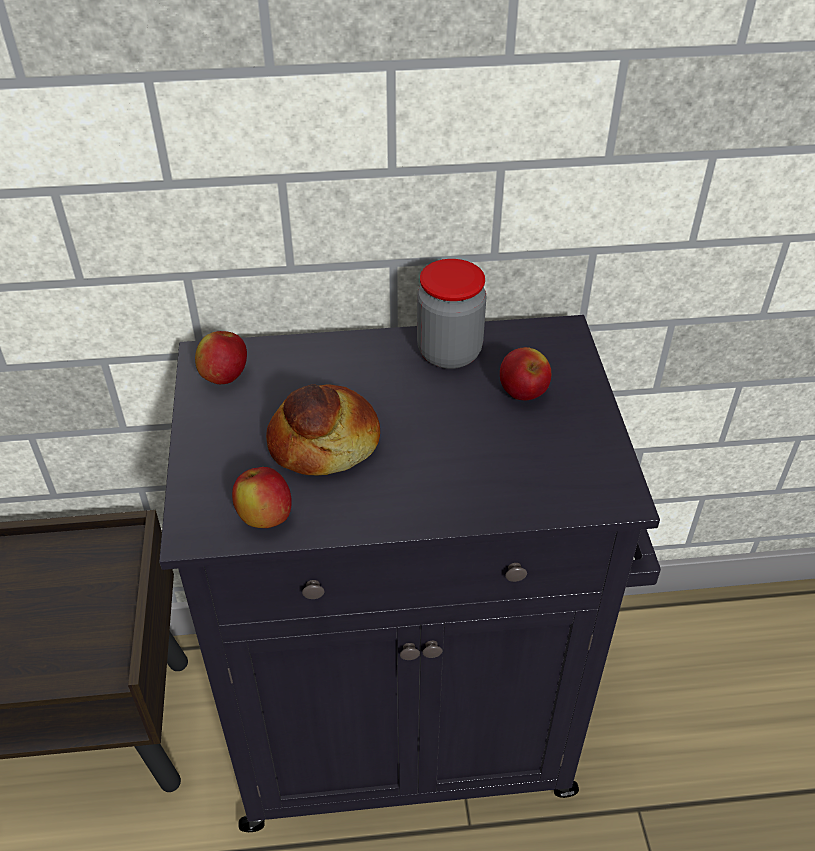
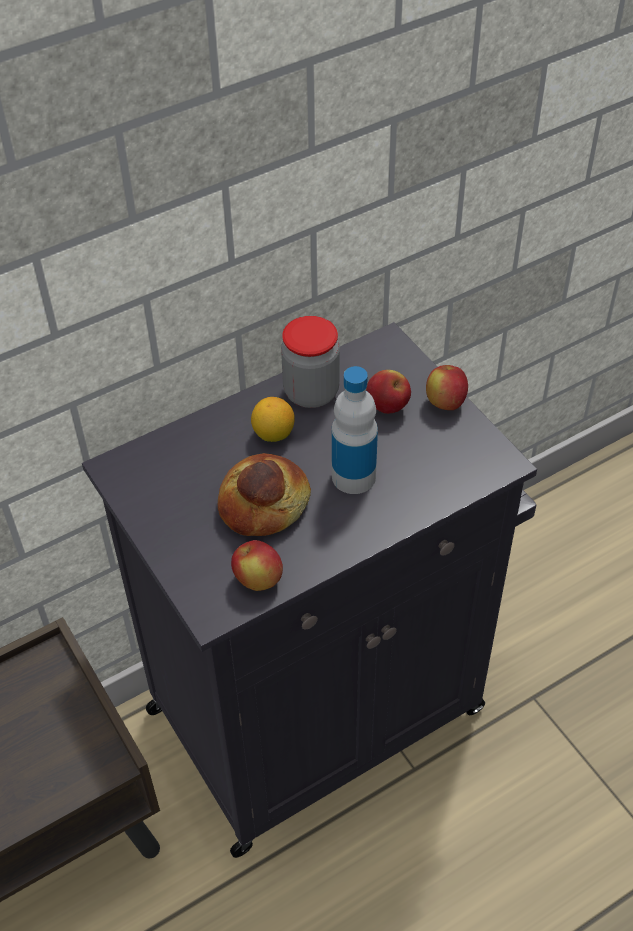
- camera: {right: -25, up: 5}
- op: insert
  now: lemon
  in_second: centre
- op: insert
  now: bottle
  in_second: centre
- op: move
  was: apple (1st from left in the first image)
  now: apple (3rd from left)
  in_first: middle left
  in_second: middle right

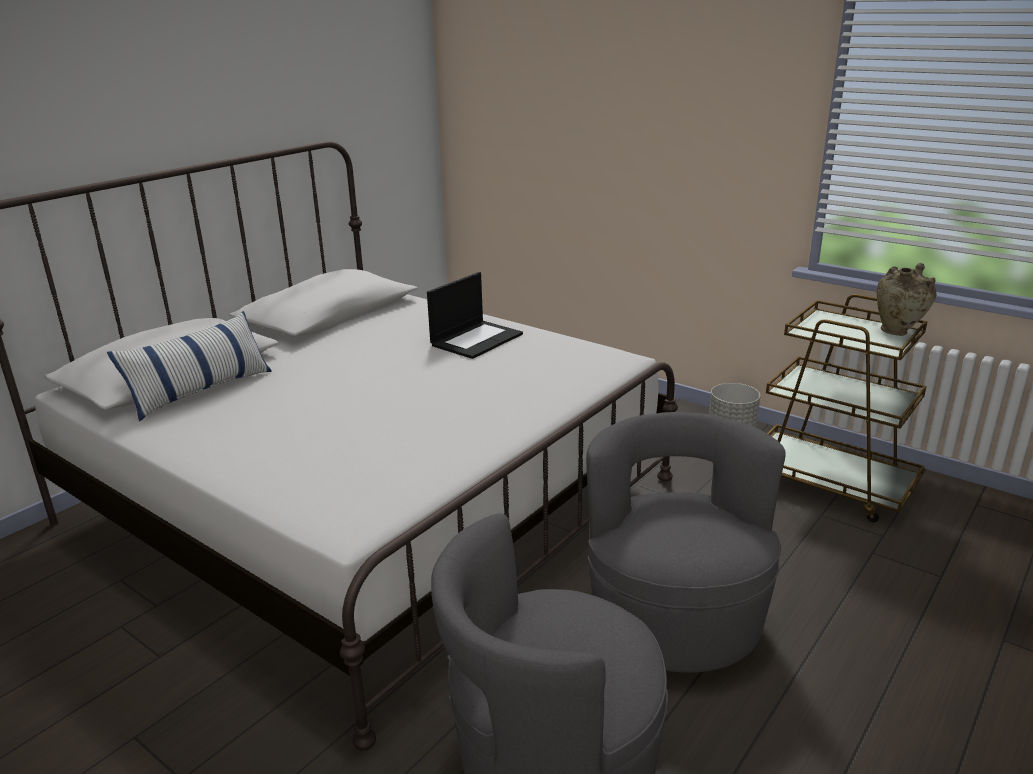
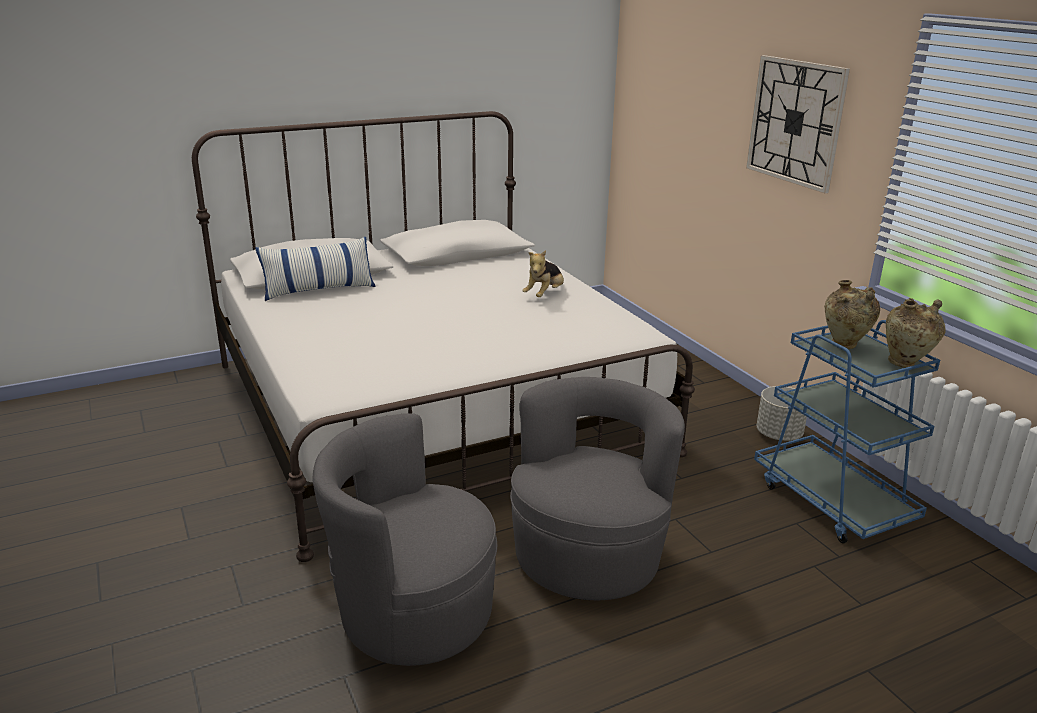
- camera: {right: 25, up: 0}
- op: replace
  was: laptop
  now: plush toy
  in_first: centre
  in_second: centre
- op: insert
  now: wall clock
  in_second: top right
- op: recolor
  was: cart (brown)
  now: cart (blue)
  in_first: middle right
  in_second: middle right
- op: insert
  now: vase (beige) (1st from left)
  in_second: middle right

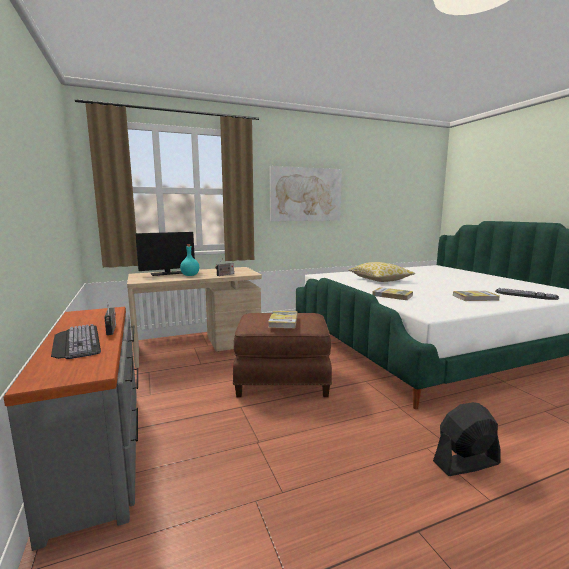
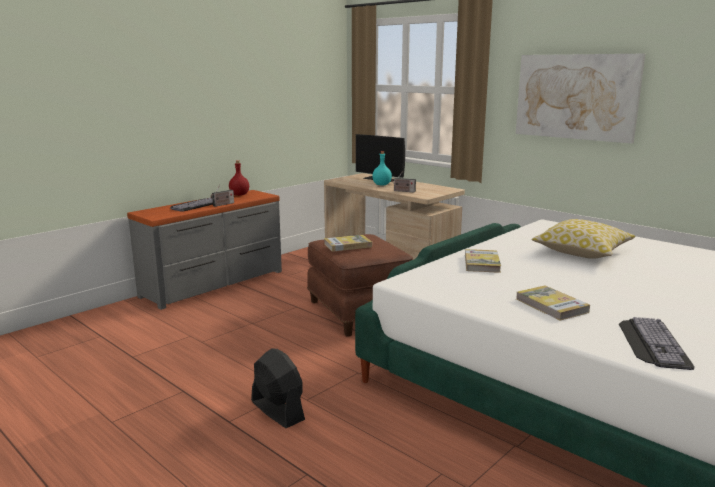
- camera: {right: 65, up: 5}
- op: insert
  now: bottle (red)
  in_second: centre

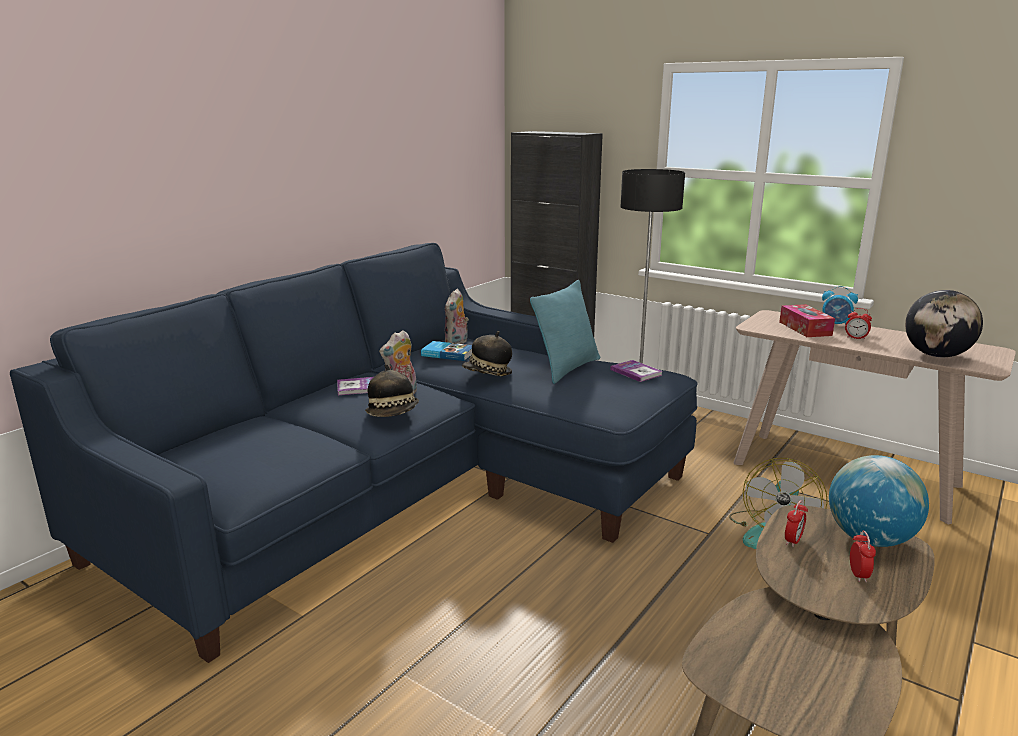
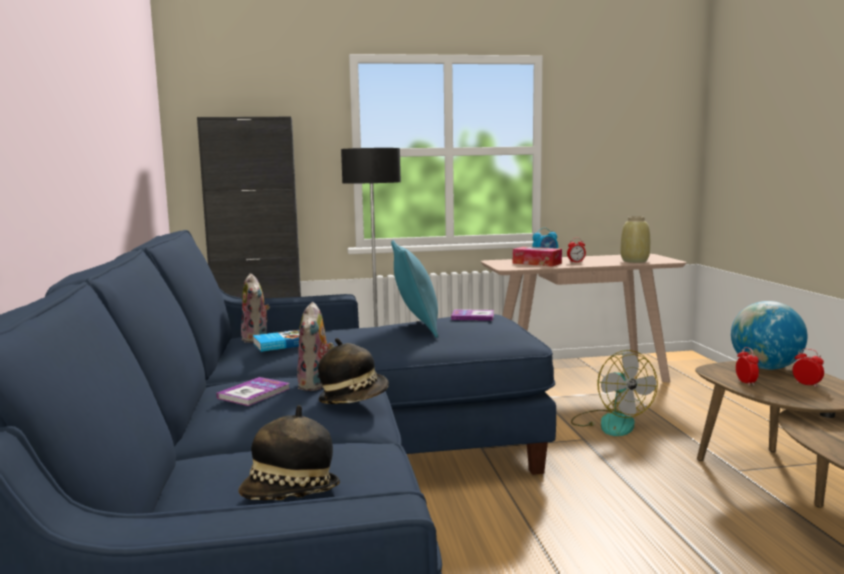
- camera: {right: -45, up: -10}
- op: move
  was: hat (2nd from left in the first image)
  now: hat (1st from left)
  in_first: centre
  in_second: bottom centre
- op: replace
  was: globe (2nd from left)
  now: vase (beige)
  in_first: middle right
  in_second: middle right

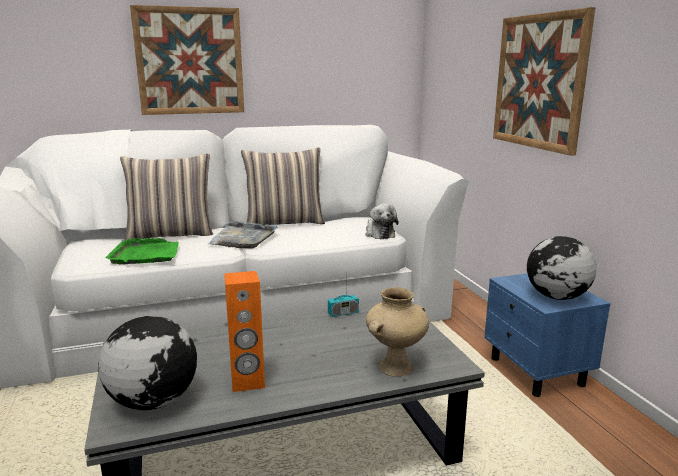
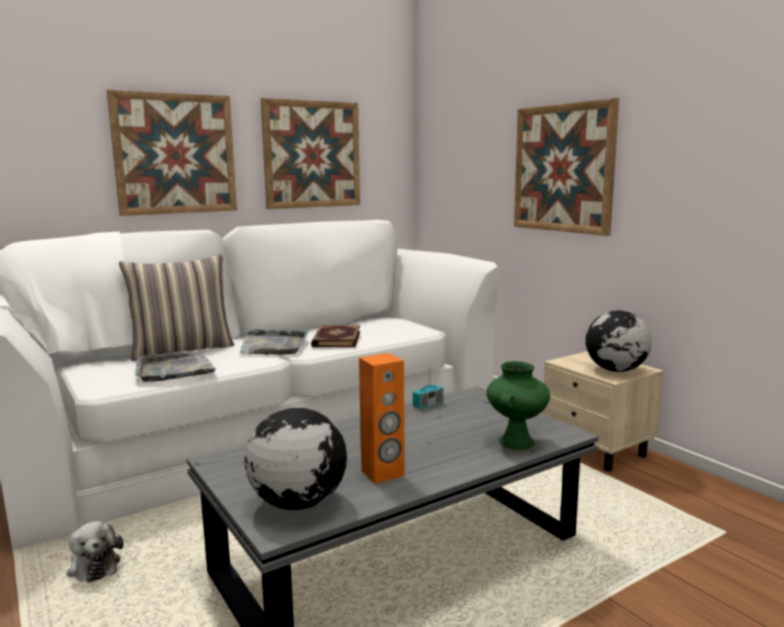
- camera: {right: -15, up: -5}
- op: move
  was: plush toy
  in_first: centre
  in_second: bottom left
- op: recolor
  was: tray (green)
  now: tray (grey) (1st from left)
  in_first: middle left
  in_second: middle left
- op: insert
  now: picture (2nd from left)
  in_second: top centre
- op: insert
  now: book
  in_second: centre
- op: recolor
  was: vase (beige)
  now: vase (green)
  in_first: bottom centre
  in_second: centre
- op: recolor
  was: nightstand (blue)
  now: nightstand (beige)
  in_first: bottom right
  in_second: middle right
- op: delete
  was: pillow (2nd from left)
  in_first: centre

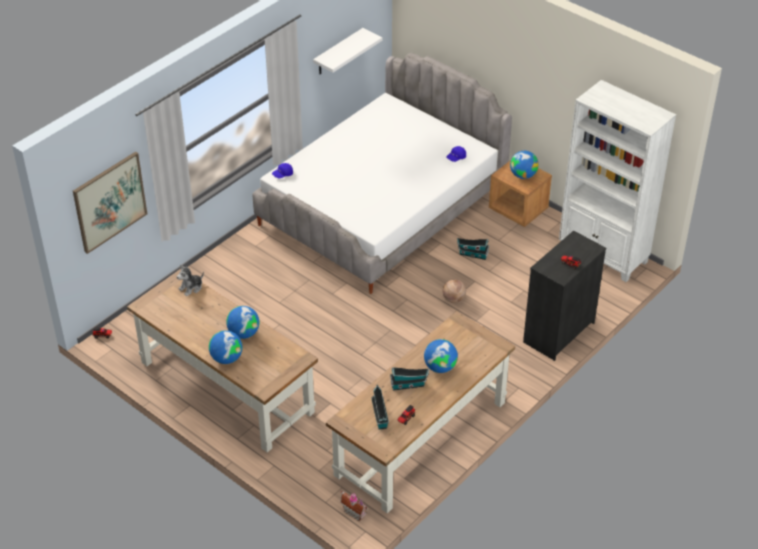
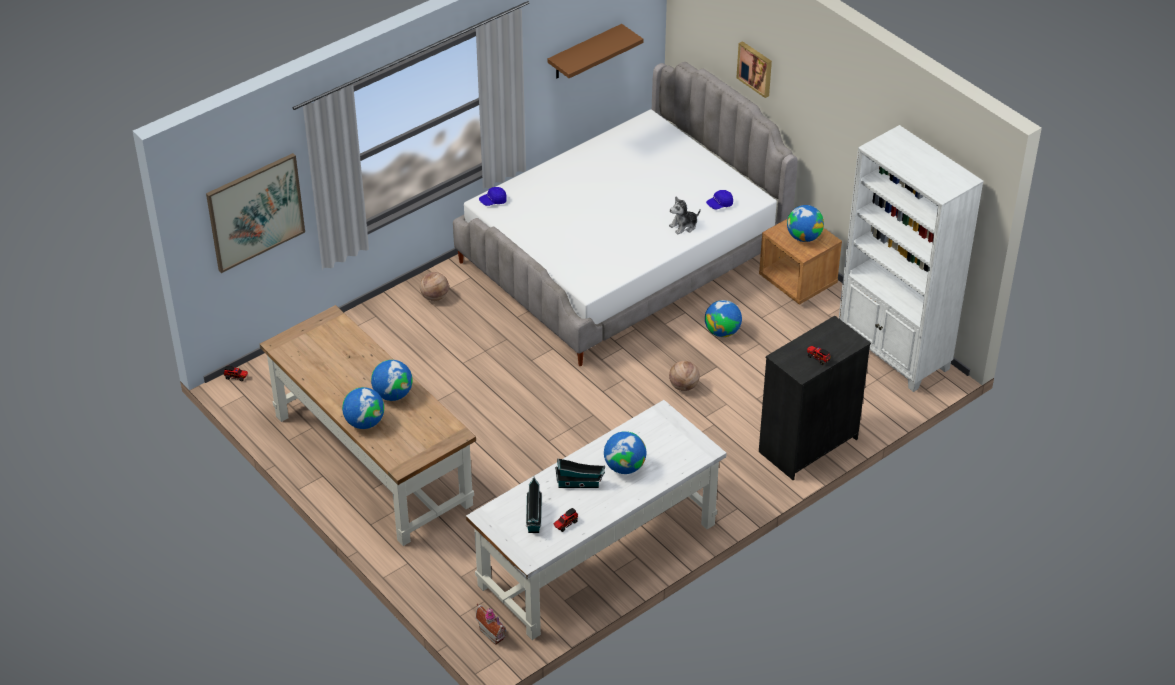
- camera: {right: 10, up: 0}
- op: insert
  now: basketball (1st from left)
  in_second: centre
- op: recolor
  was: desk (brown) (2nd from left)
  now: desk (white)
  in_first: bottom centre
  in_second: bottom centre
- op: recolor
  was: shelf (white)
  now: shelf (brown)
  in_first: top centre
  in_second: top centre
- op: move
  was: plush toy
  in_first: middle left
  in_second: top centre
- op: replace
  was: toy house (4th from left)
  now: globe (4th from left)
  in_first: centre
  in_second: centre
- op: insert
  now: picture (2nd from left)
  in_second: top centre

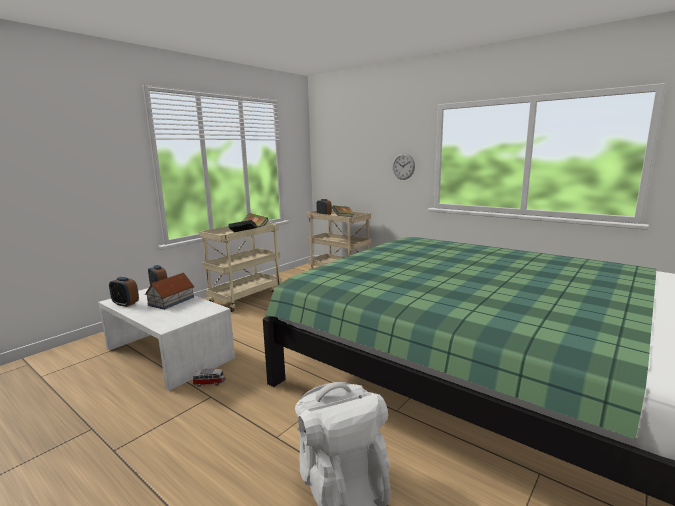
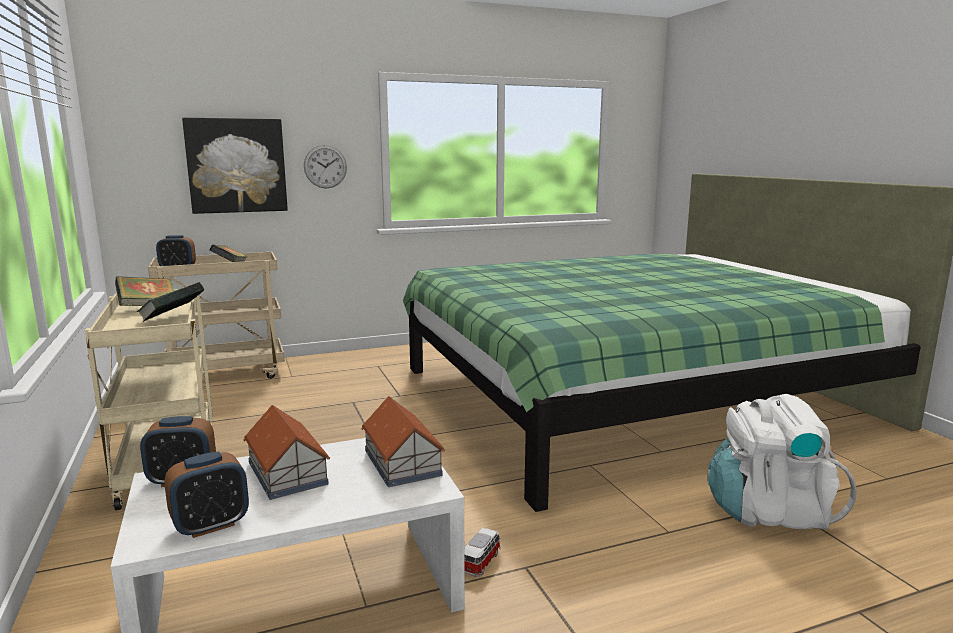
- camera: {right: -60, up: 0}
- op: insert
  now: picture
  in_second: top left
- op: insert
  now: toy house (2nd from left)
  in_second: bottom centre

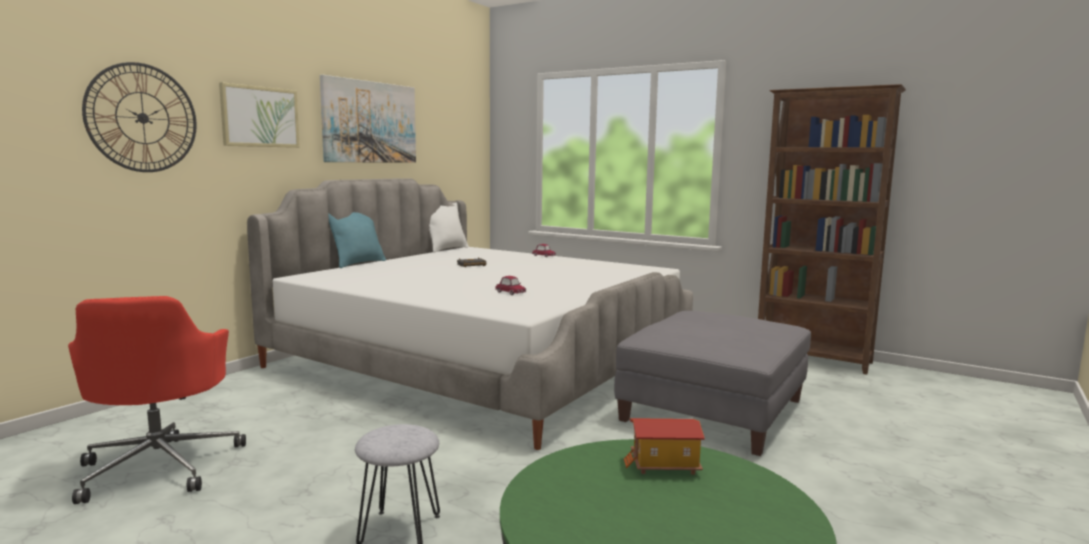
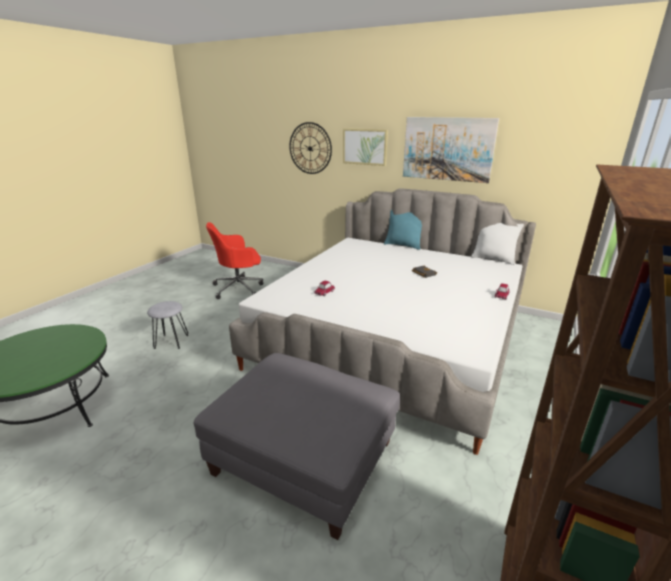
- camera: {right: 85, up: 15}
- op: delete
  was: toy house
  in_first: bottom centre

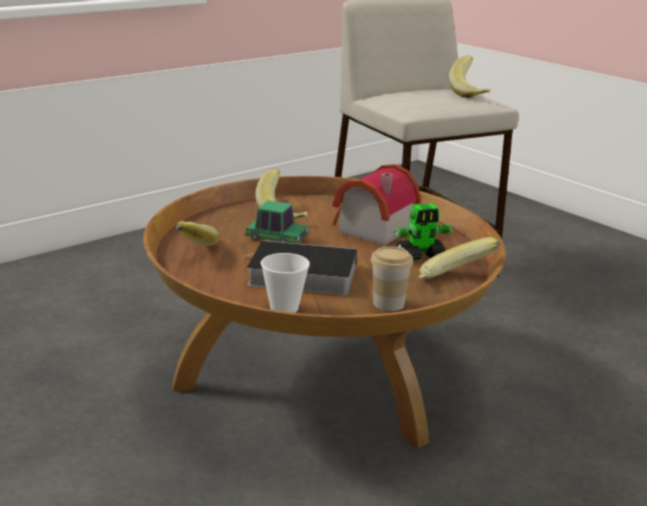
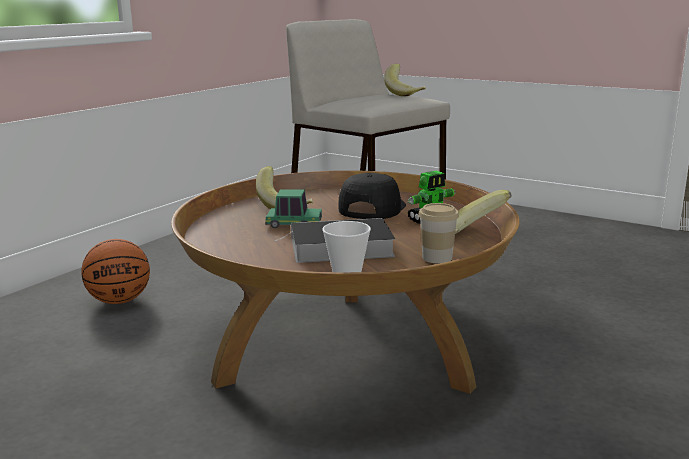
- camera: {right: -15, up: -5}
- op: insert
  now: basketball
  in_second: middle left
- op: replace
  was: toy house
  now: cap (black)
  in_first: centre
  in_second: centre
- op: delete
  was: banana (1st from left)
  in_first: middle left

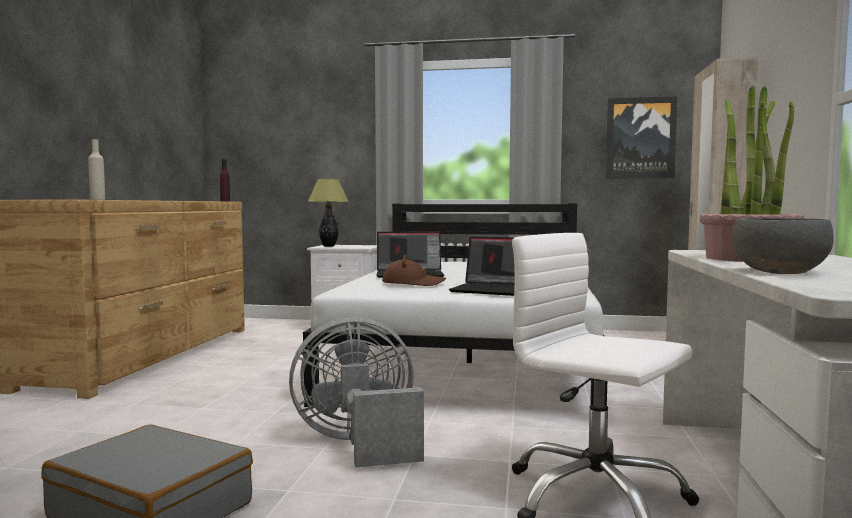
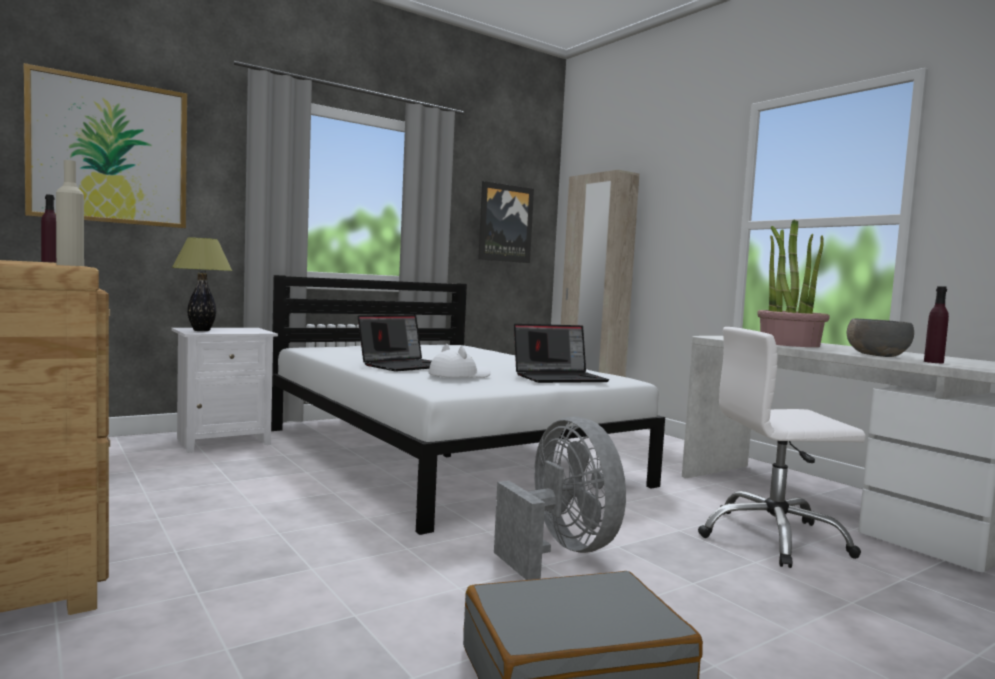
- camera: {right: -45, up: 0}
- op: insert
  now: picture (1st from left)
  in_second: top left
- op: recolor
  was: hat (brown)
  now: hat (white)
  in_first: centre
  in_second: centre
- op: rotate
  was: fan (grey)
  in_first: bottom centre
  in_second: bottom centre
  clockwise: 120
- op: insert
  now: bottle (purple) (2nd from left)
  in_second: middle right

